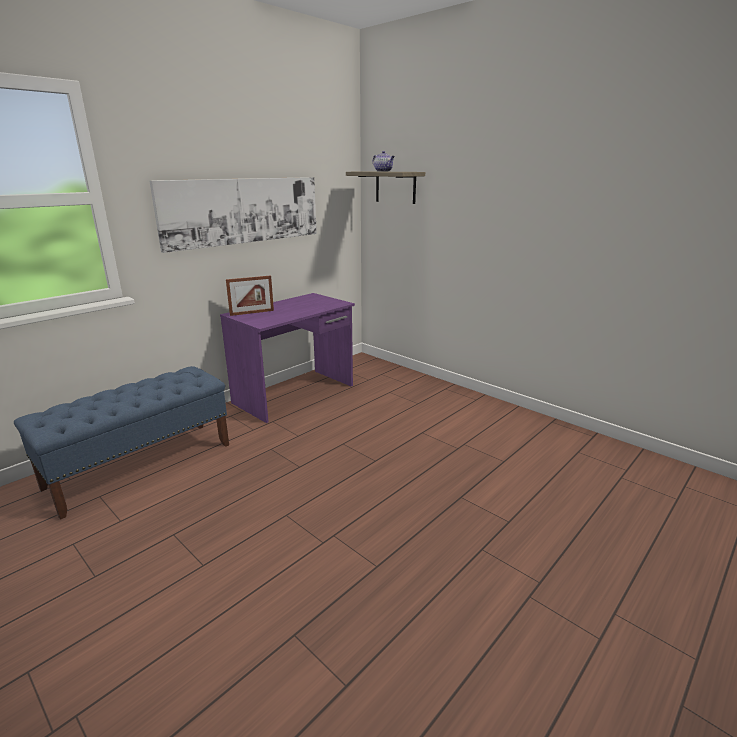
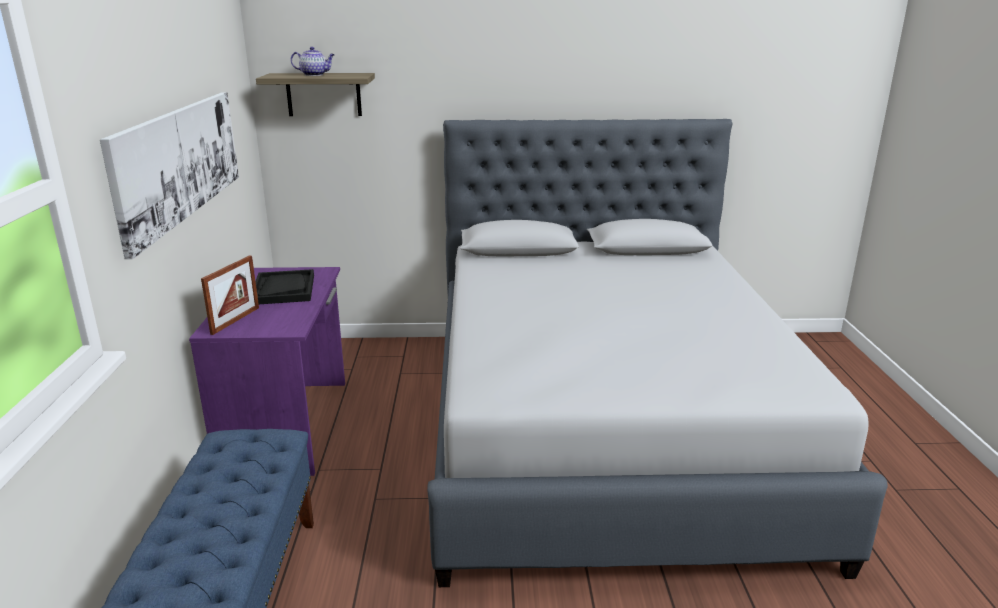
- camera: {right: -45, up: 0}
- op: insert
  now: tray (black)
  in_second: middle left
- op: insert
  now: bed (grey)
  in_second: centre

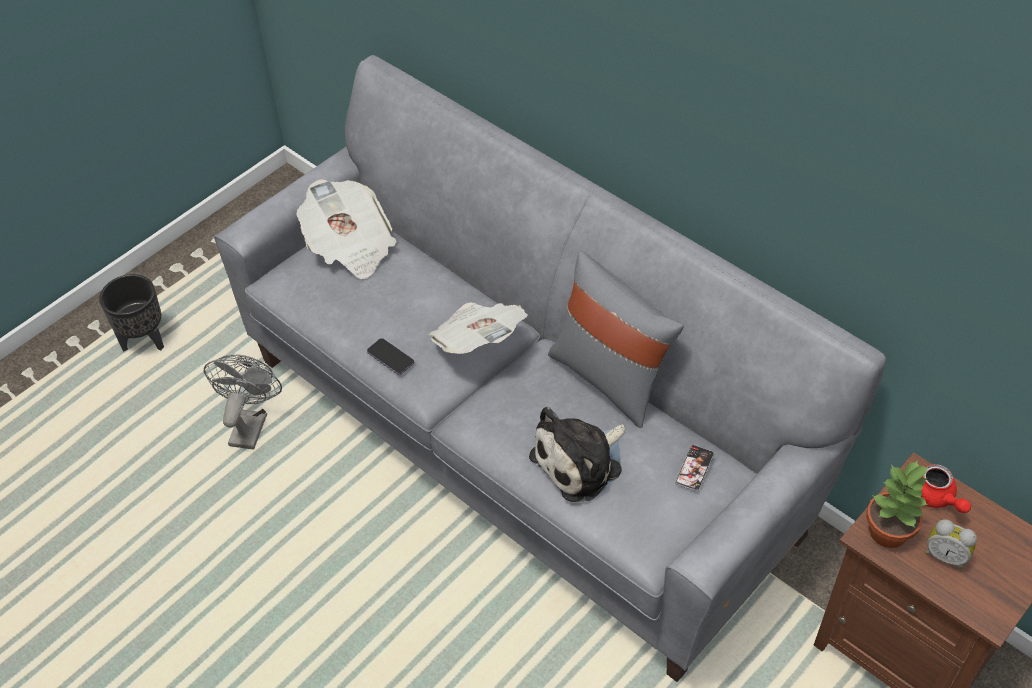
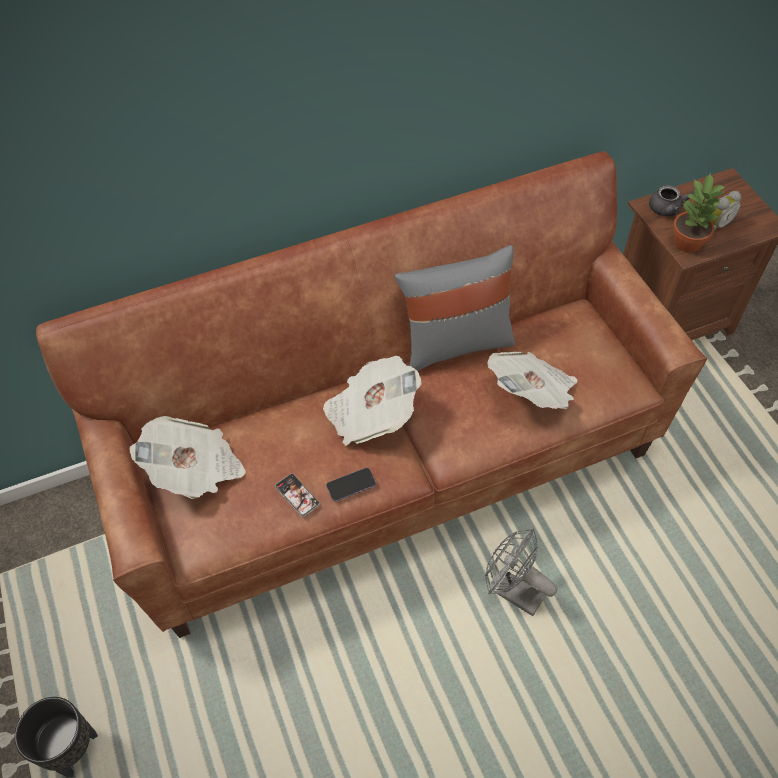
- camera: {right: -65, up: 5}
- op: recolor
  was: sofa (grey)
  now: sofa (brown)
  in_first: centre
  in_second: centre
- op: move
  was: phone (2nd from left in the first image)
  now: phone (1st from left)
  in_first: bottom right
  in_second: centre
- op: move
  was: fan (grey)
  in_first: middle left
  in_second: bottom right
- op: replace
  was: plush toy
  now: newspaper (3rd from left)
  in_first: centre
  in_second: middle right
- op: recolor
  was: teapot (red)
  now: teapot (grey)
  in_first: bottom right
  in_second: top right

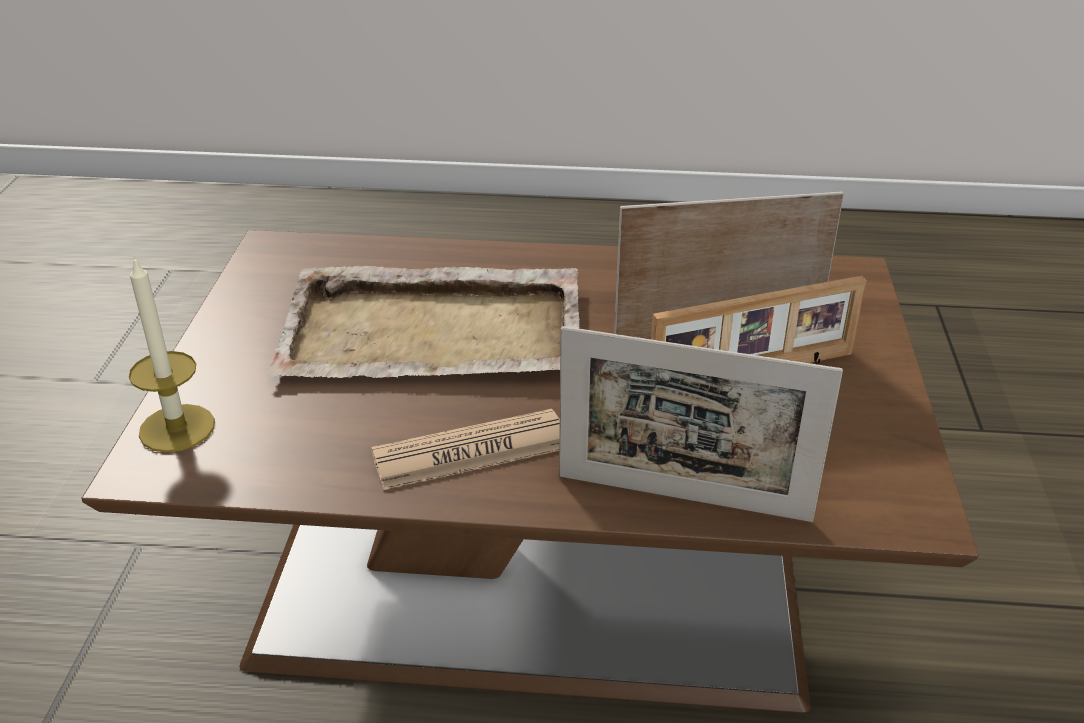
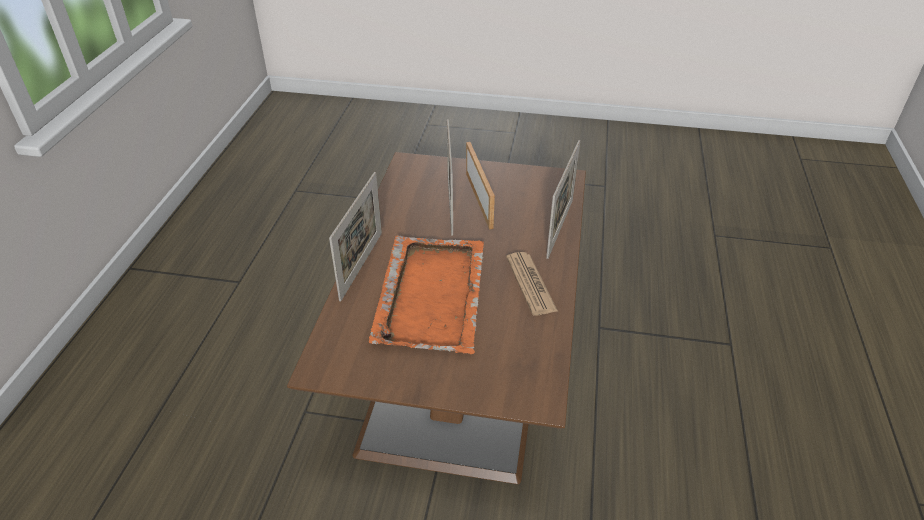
- camera: {right: -85, up: 5}
- op: insert
  now: picture frame (1st from left)
  in_second: centre
- op: recolor
  was: tray (beige)
  now: tray (orange)
  in_first: centre
  in_second: centre
- op: delete
  was: candle
  in_first: middle left

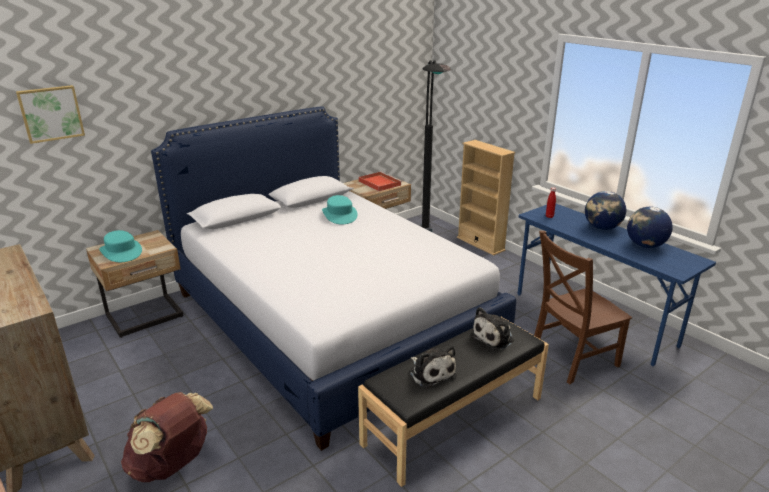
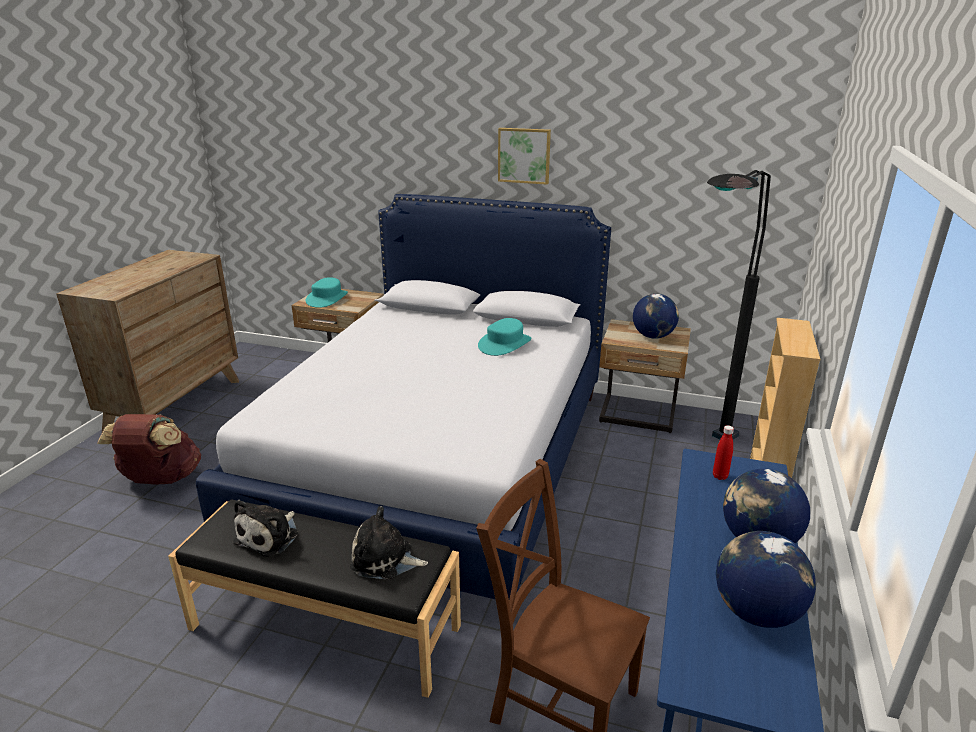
- camera: {right: 55, up: 0}
- op: move
  was: picture
  in_first: top left
  in_second: top centre
- op: replace
  was: tray (red)
  now: globe (1st from left)
  in_first: centre
  in_second: middle right

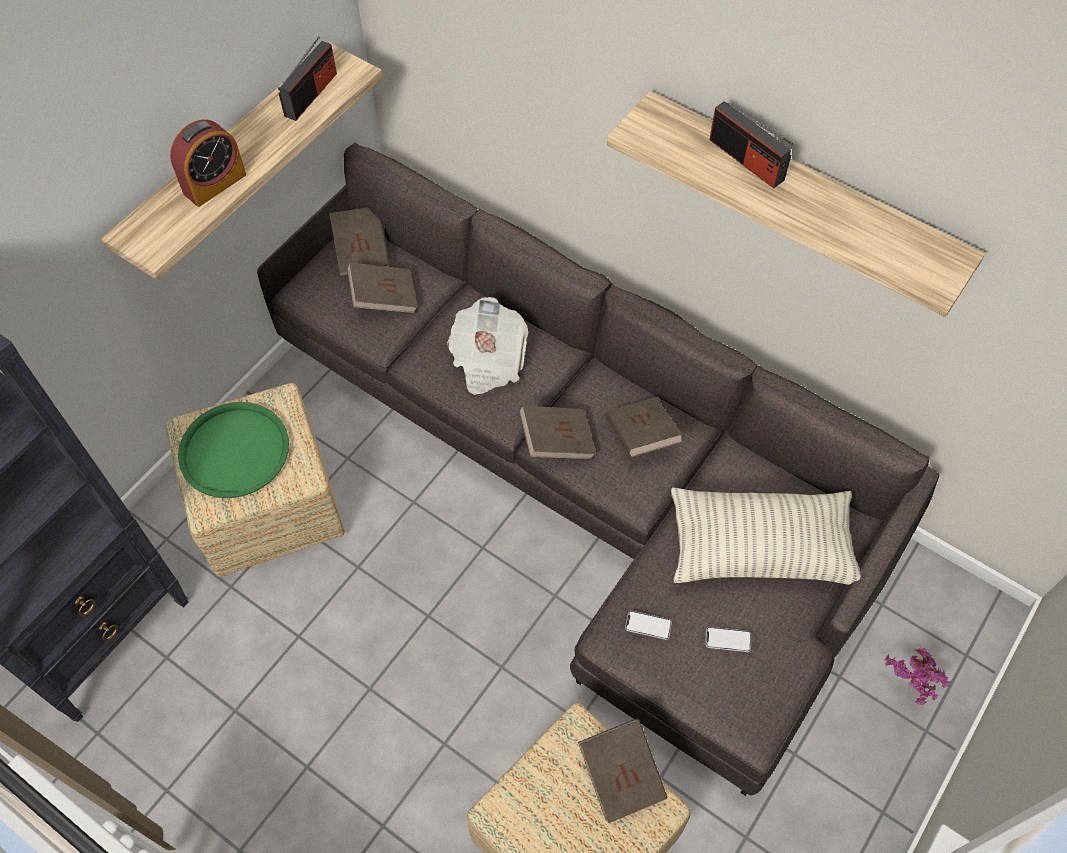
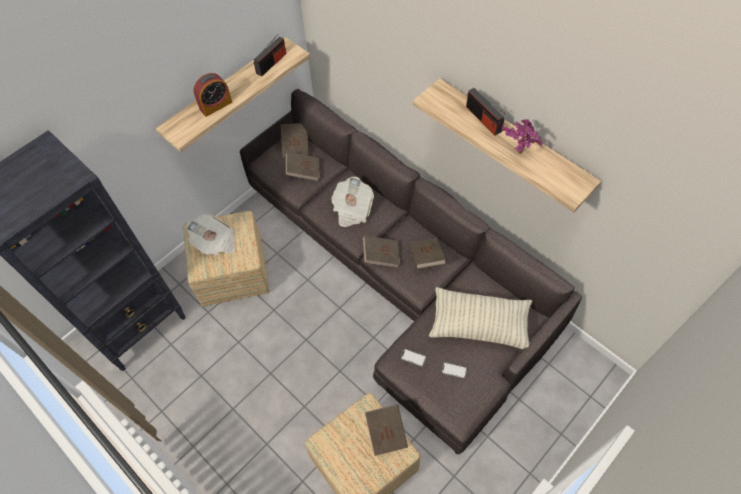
- camera: {right: 10, up: 0}
- op: replace
  was: tray (green)
  now: newspaper (1st from left)
  in_first: middle left
  in_second: middle left
- op: move
  was: potted plant
  in_first: bottom right
  in_second: top right

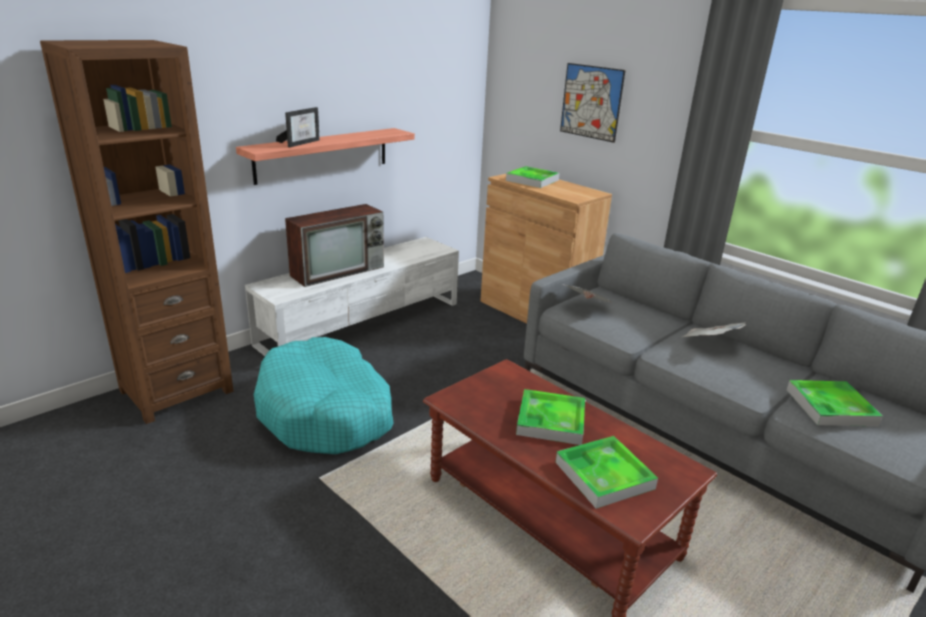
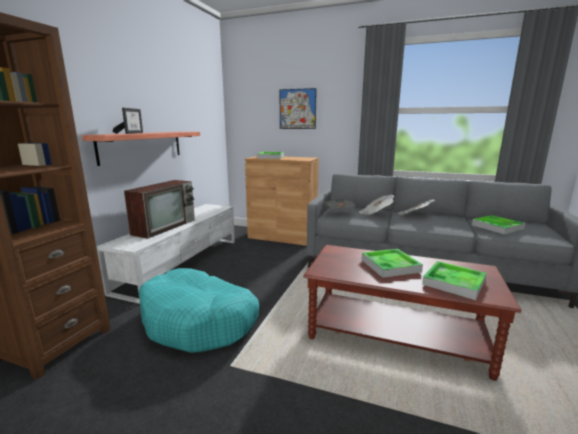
- camera: {right: -25, up: -10}
- op: insert
  now: newspaper (2nd from left)
  in_second: centre

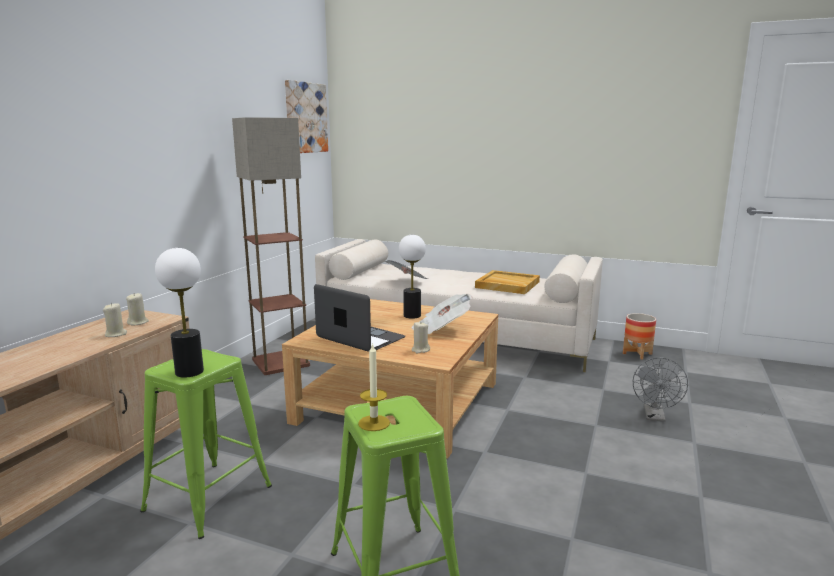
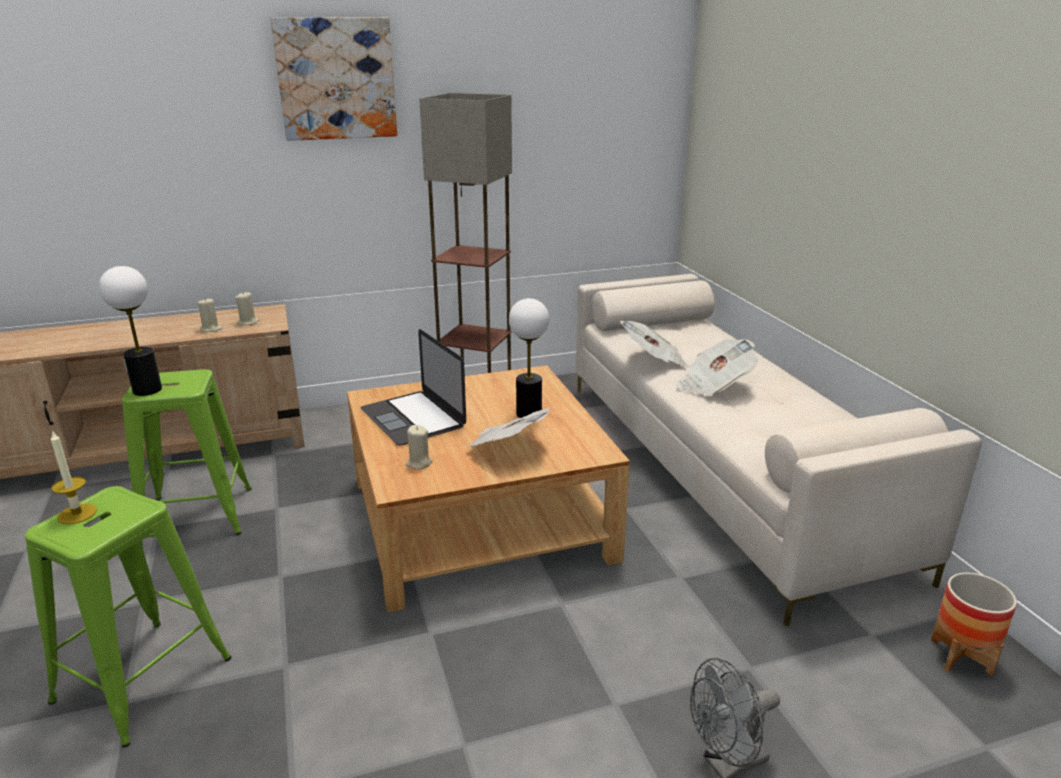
- camera: {right: 50, up: 10}
- op: move
  was: picture
  in_first: top centre
  in_second: top left
- op: rotate
  was: laptop
  in_first: centre
  in_second: centre
  clockwise: 150
- op: insert
  now: newspaper (3rd from left)
  in_second: middle right
- op: delete
  was: tray (beige)
  in_first: centre

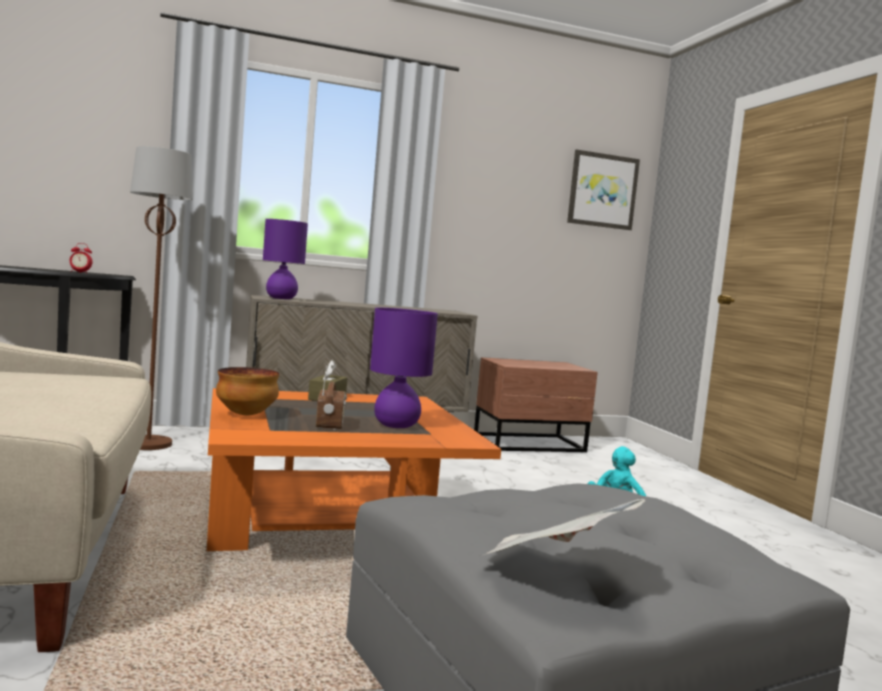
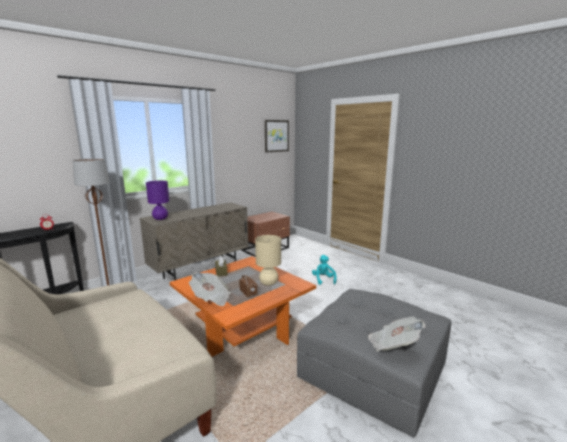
- camera: {right: -25, up: 10}
- op: replace
  was: bowl
  now: newspaper (1st from left)
  in_first: middle left
  in_second: centre
- op: recolor
  was: table lamp (purple) (2nd from left)
  now: table lamp (beige)
  in_first: centre
  in_second: centre

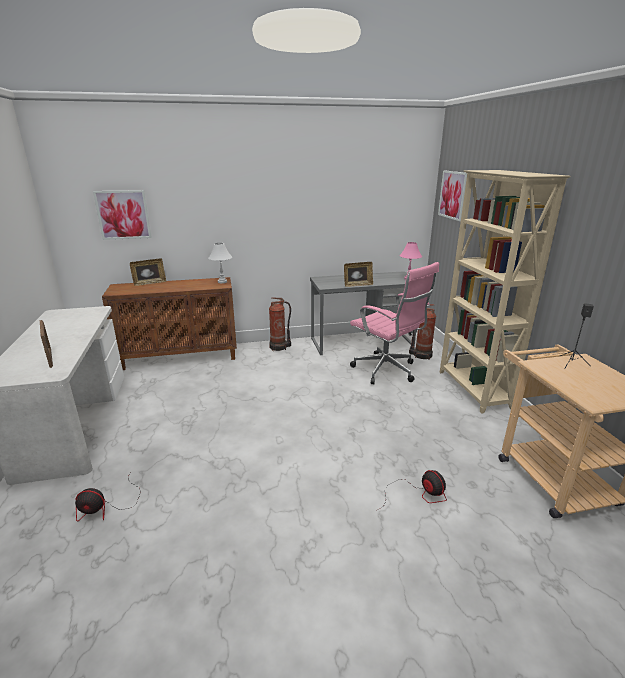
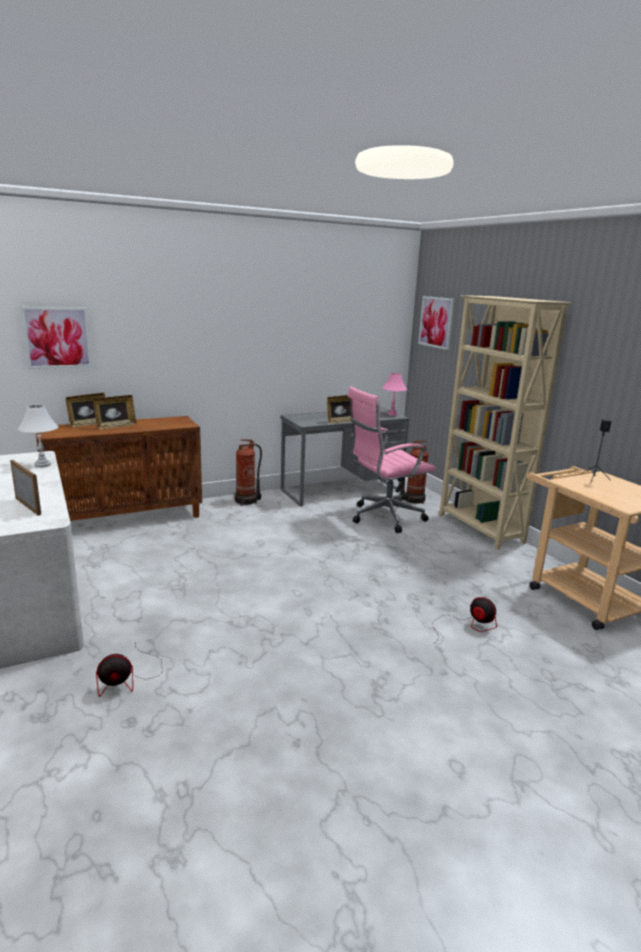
- camera: {right: -15, up: -5}
- op: move
  was: table lamp (white)
  in_first: centre
  in_second: middle left
- op: insert
  now: picture frame (3rd from left)
  in_second: middle left
- op: rotate
  was: office chair (pink)
  in_first: centre
  in_second: centre
  clockwise: 120

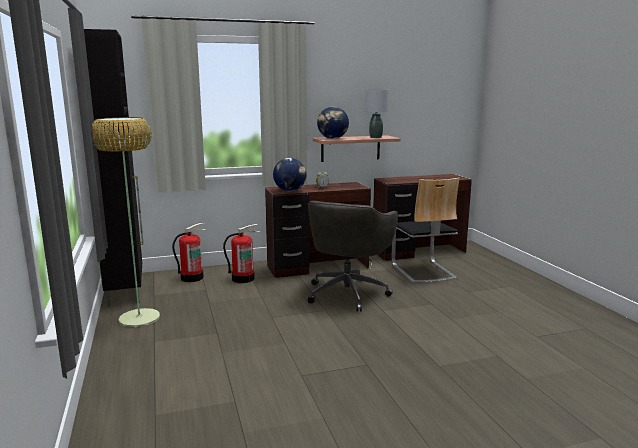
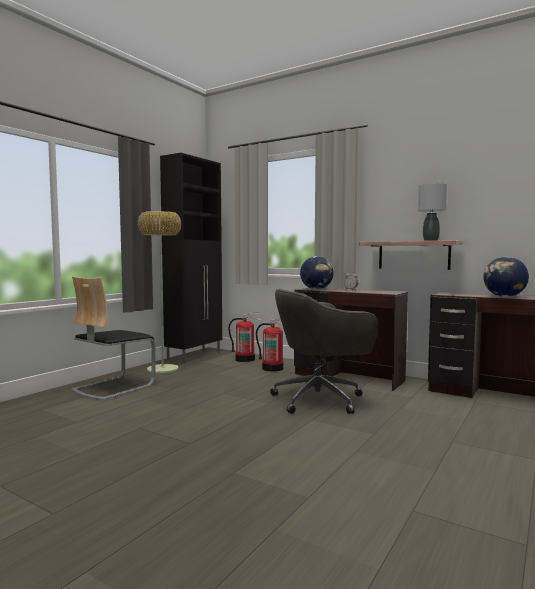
- camera: {right: 50, up: -10}
- op: move
  was: chair
  in_first: centre
  in_second: middle left
- op: move
  was: globe (2nd from left)
  in_first: top centre
  in_second: middle right

